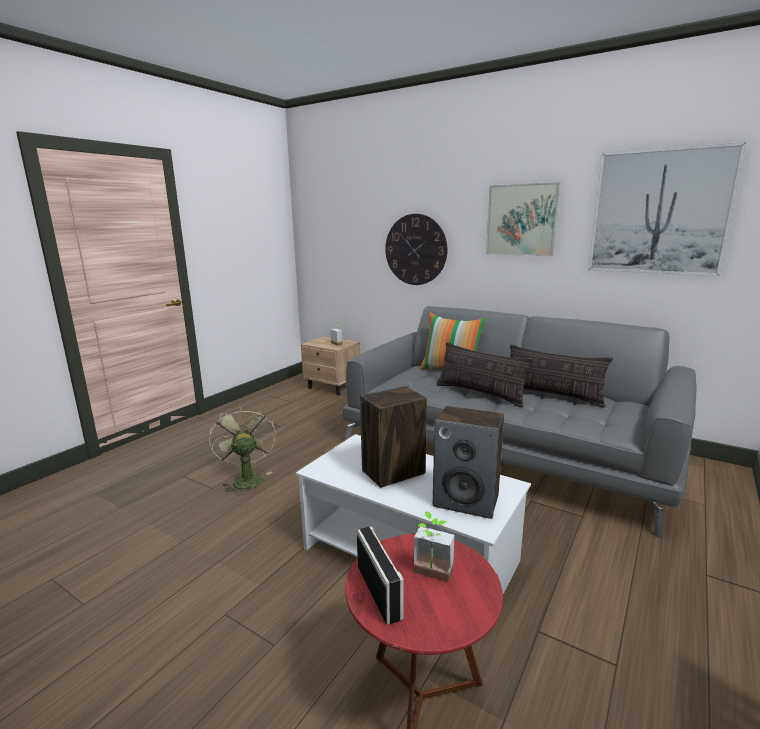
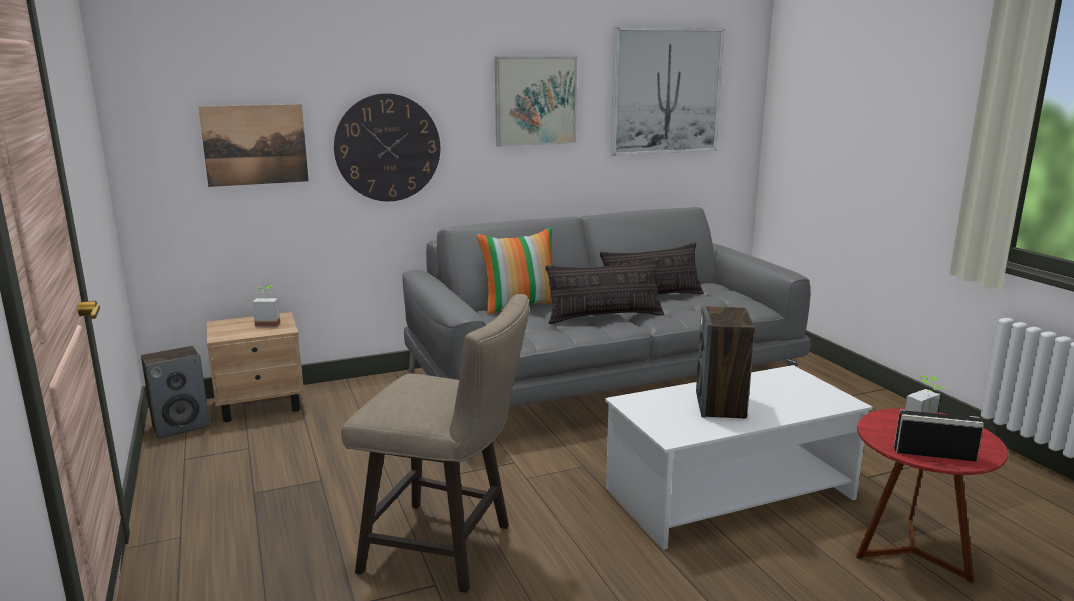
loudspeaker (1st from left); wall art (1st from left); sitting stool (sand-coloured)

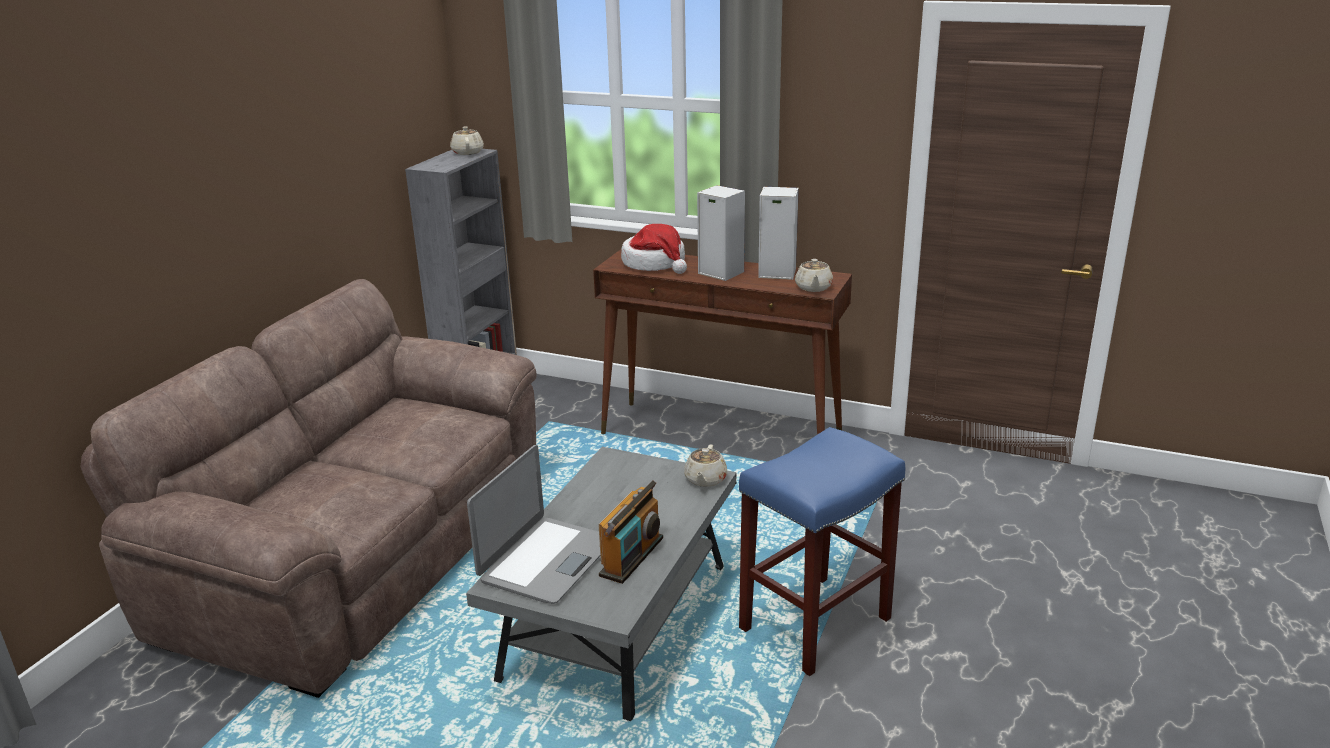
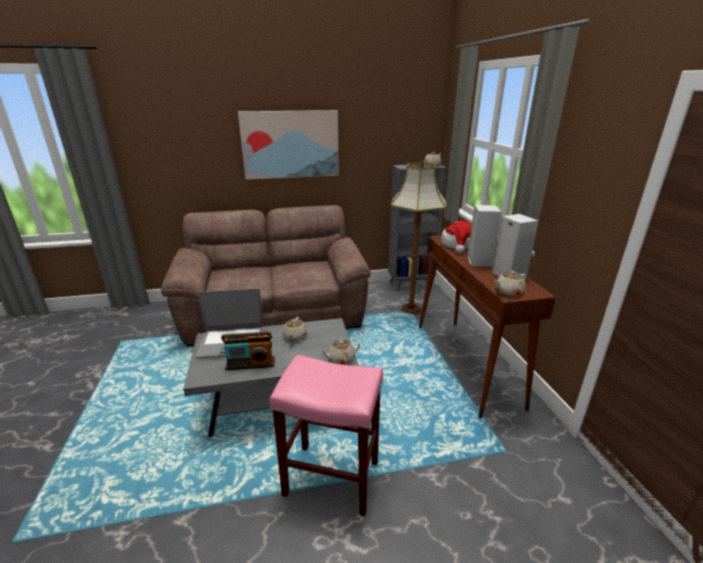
wall art; sitting stool (pink-coloured); teapot (sand-coloured) (1st from left); standard lamp

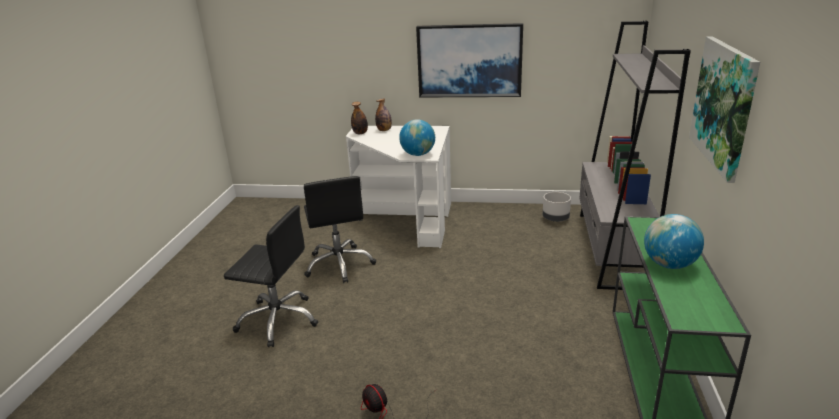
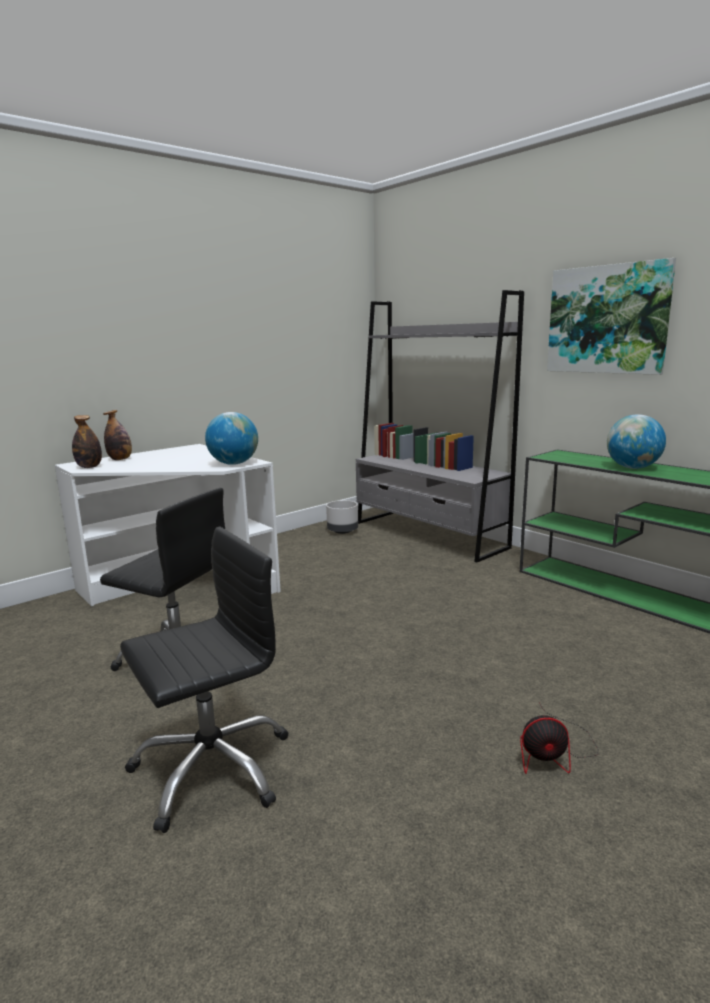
wall art (1st from left in the first image)

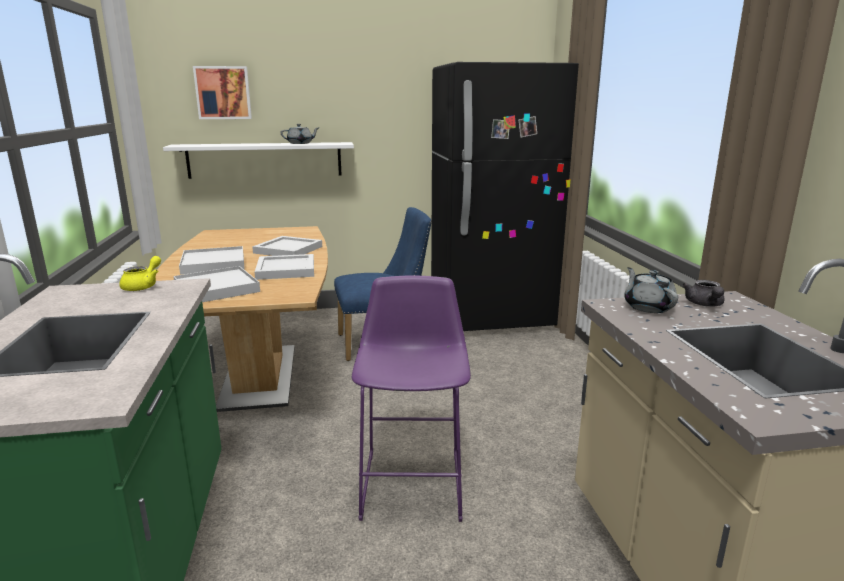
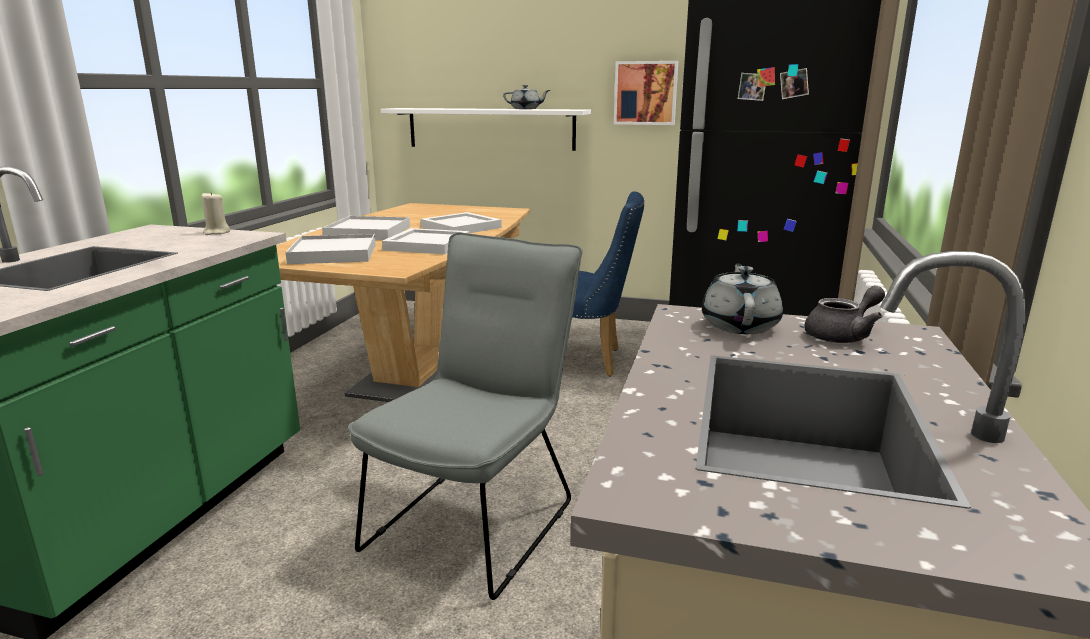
wax light (sand-coloured); plain chair (greyish); wall art; teapot (greyish) (3rd from left)

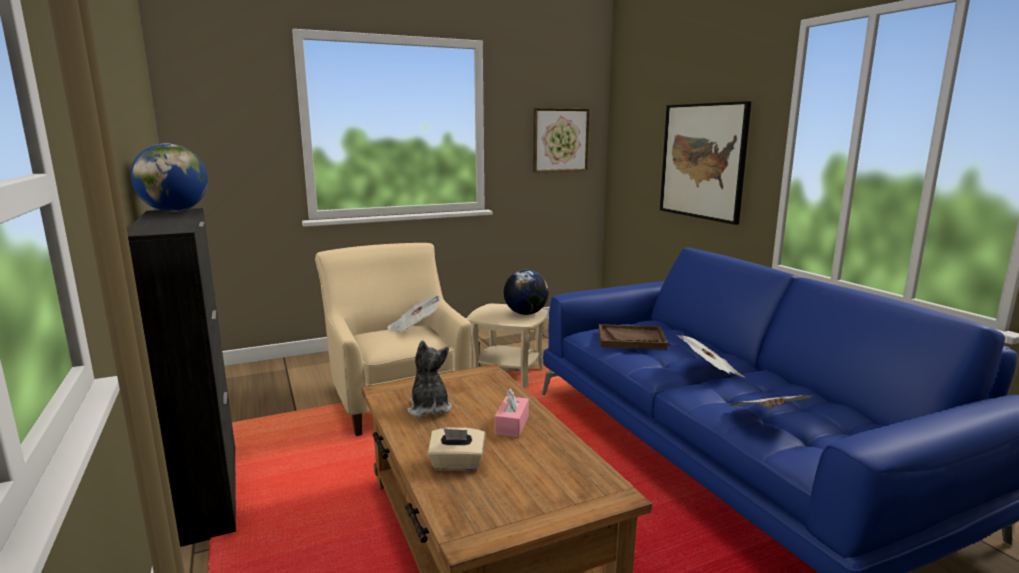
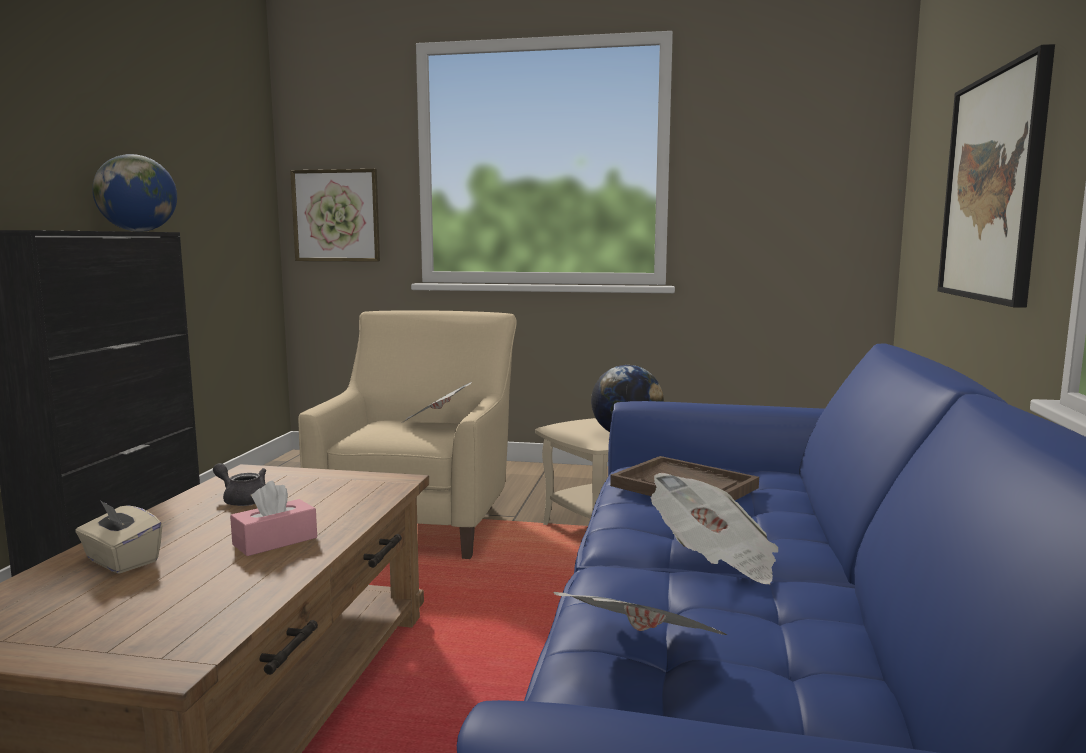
teapot (greyish); wall art (1st from left)

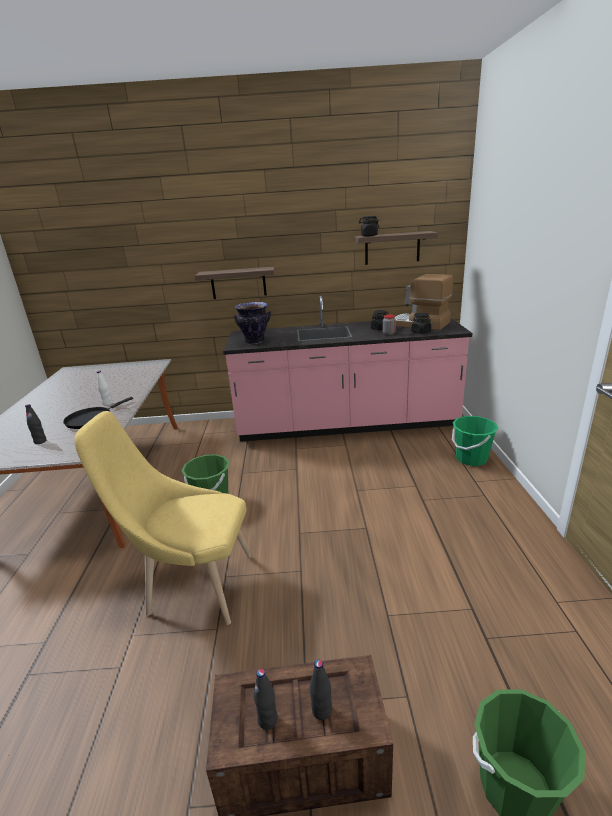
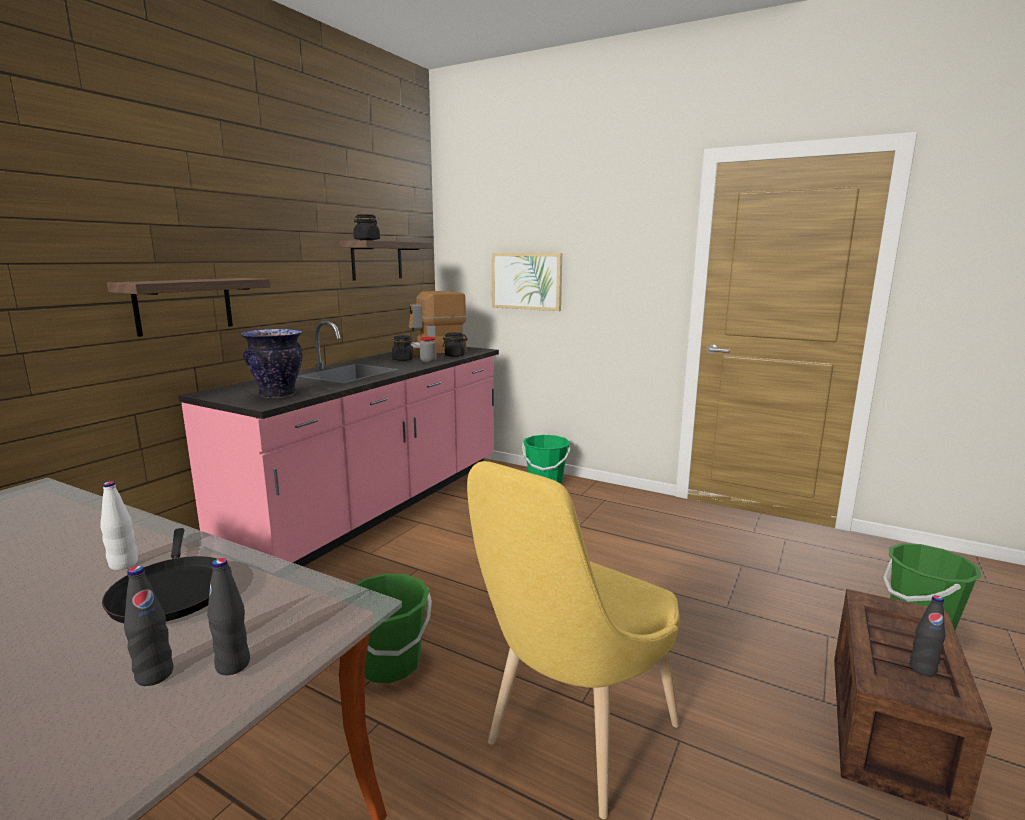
drink bottle (black-coloured) (2nd from left); wall art

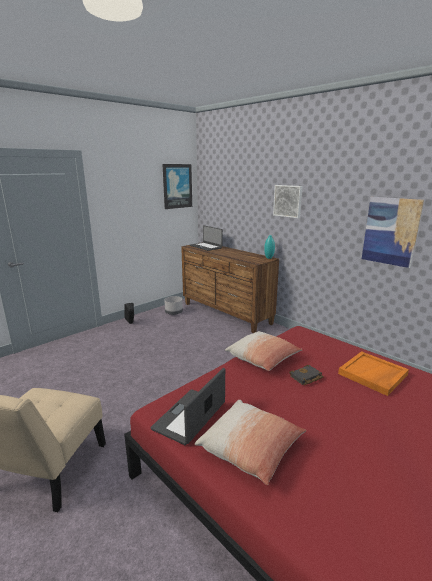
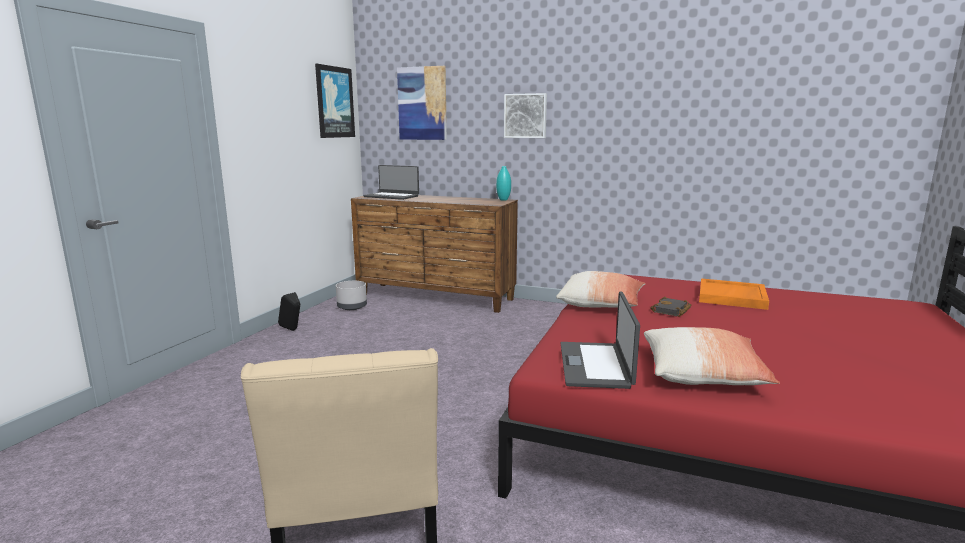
wall art (2nd from left)

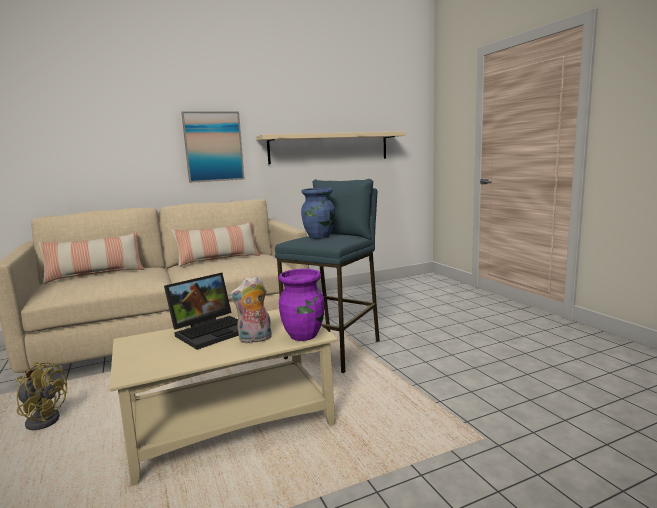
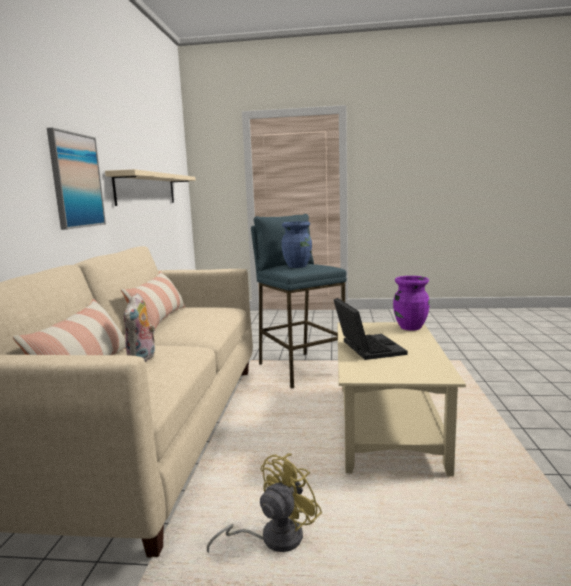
plush toy

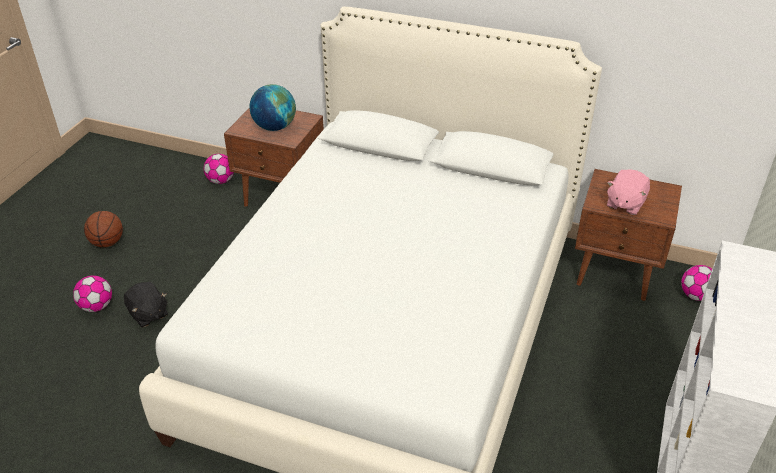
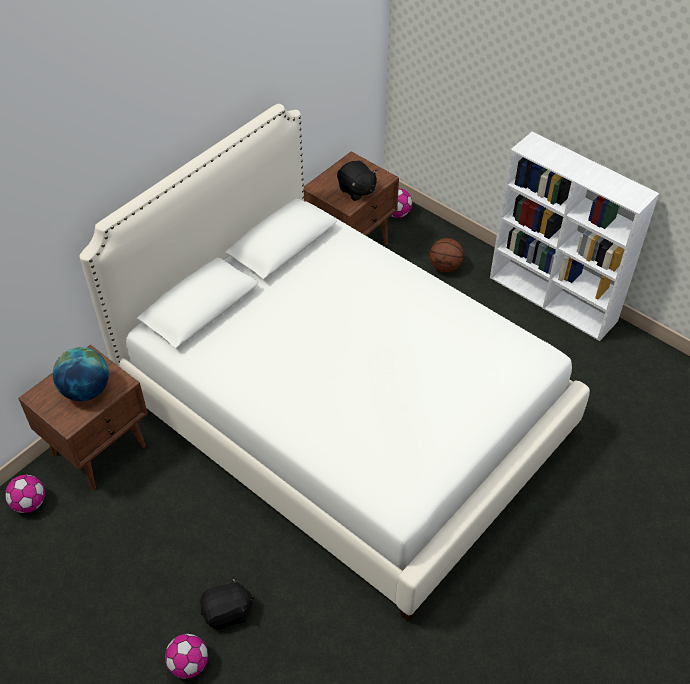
plush toy (black-coloured) (2nd from left); basketball

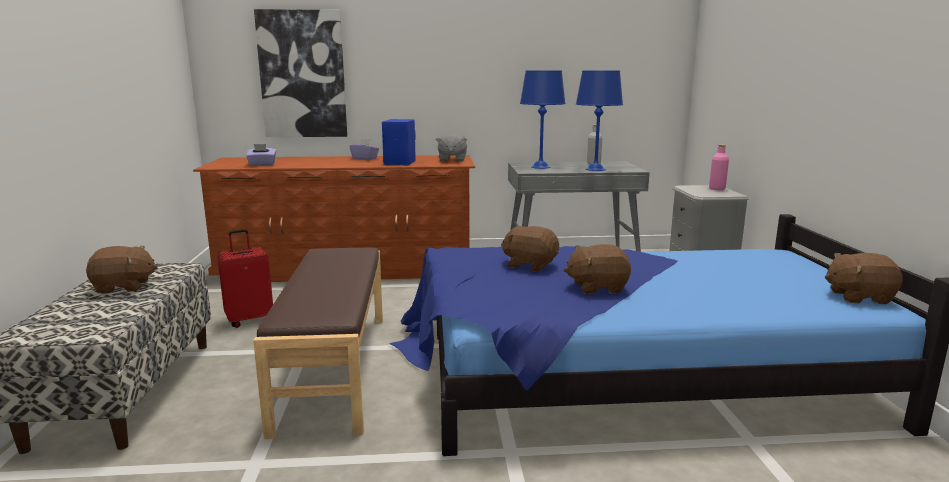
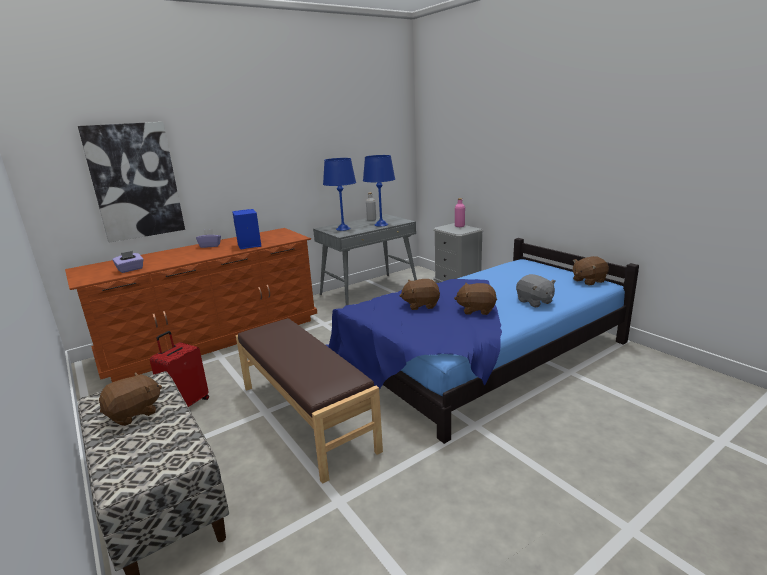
plush toy (brown) (3rd from left); plush toy (greyish)

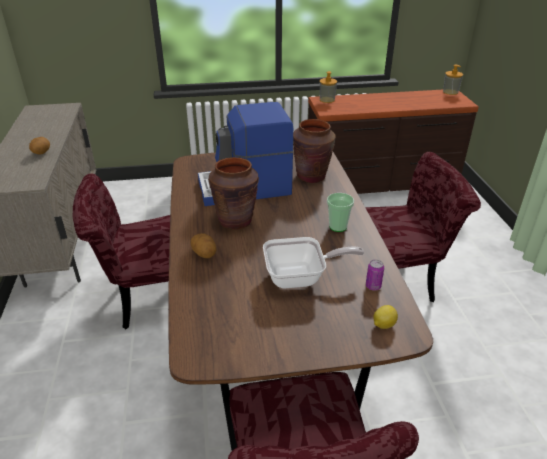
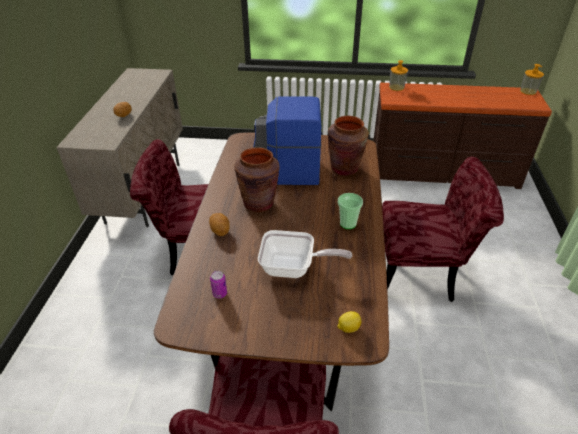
can

